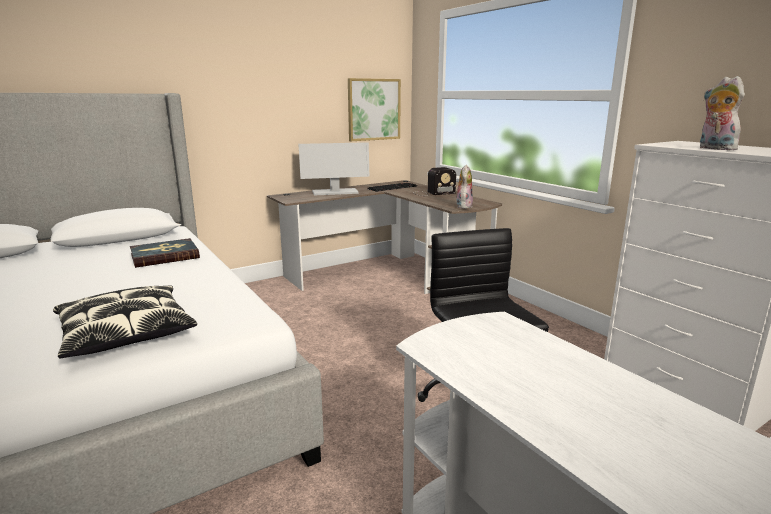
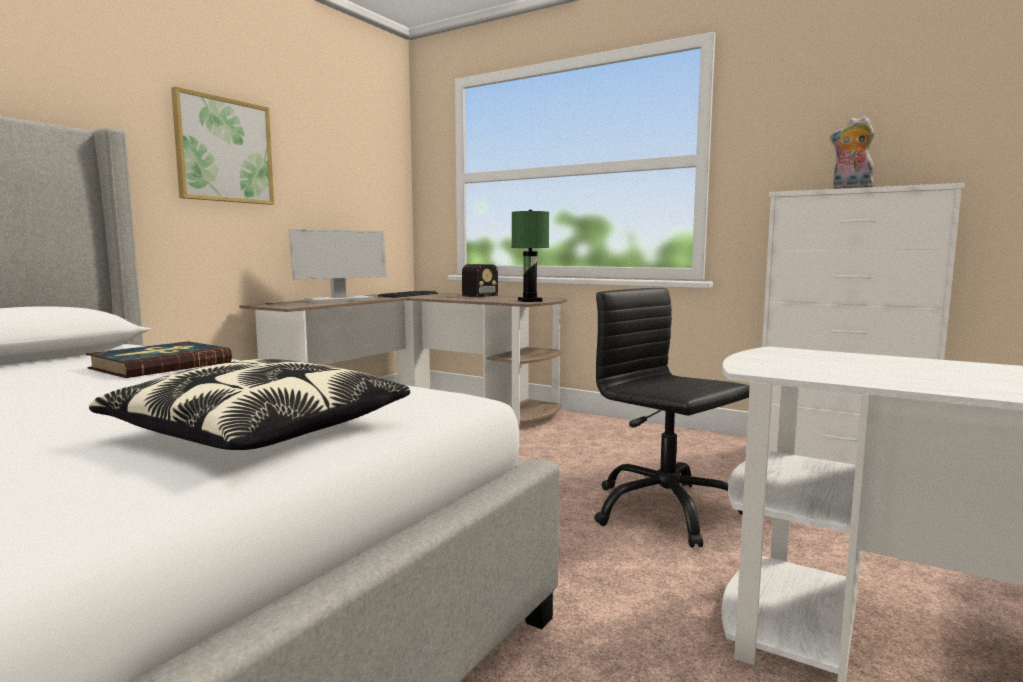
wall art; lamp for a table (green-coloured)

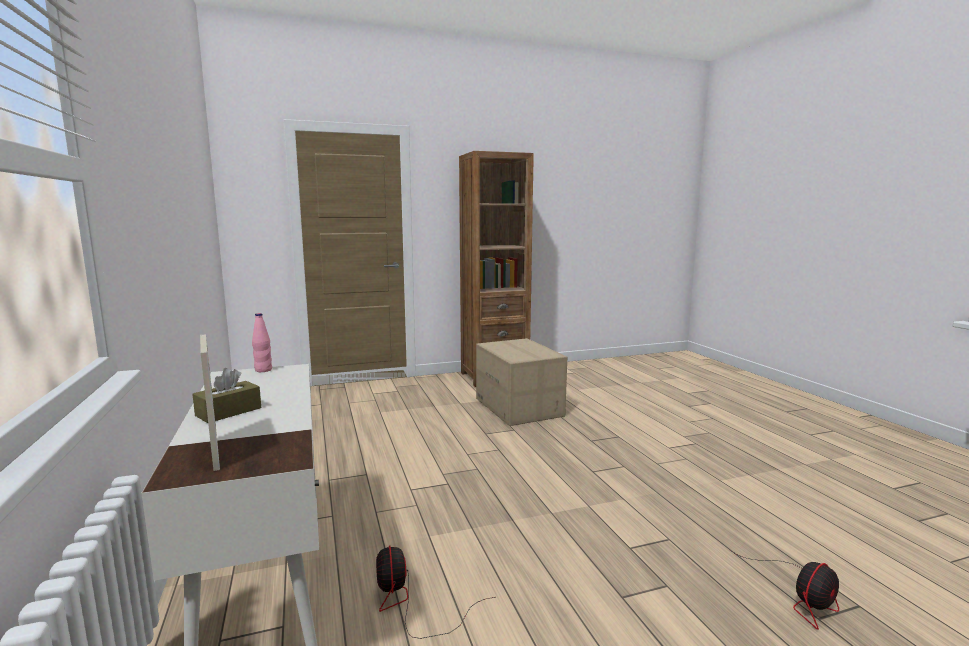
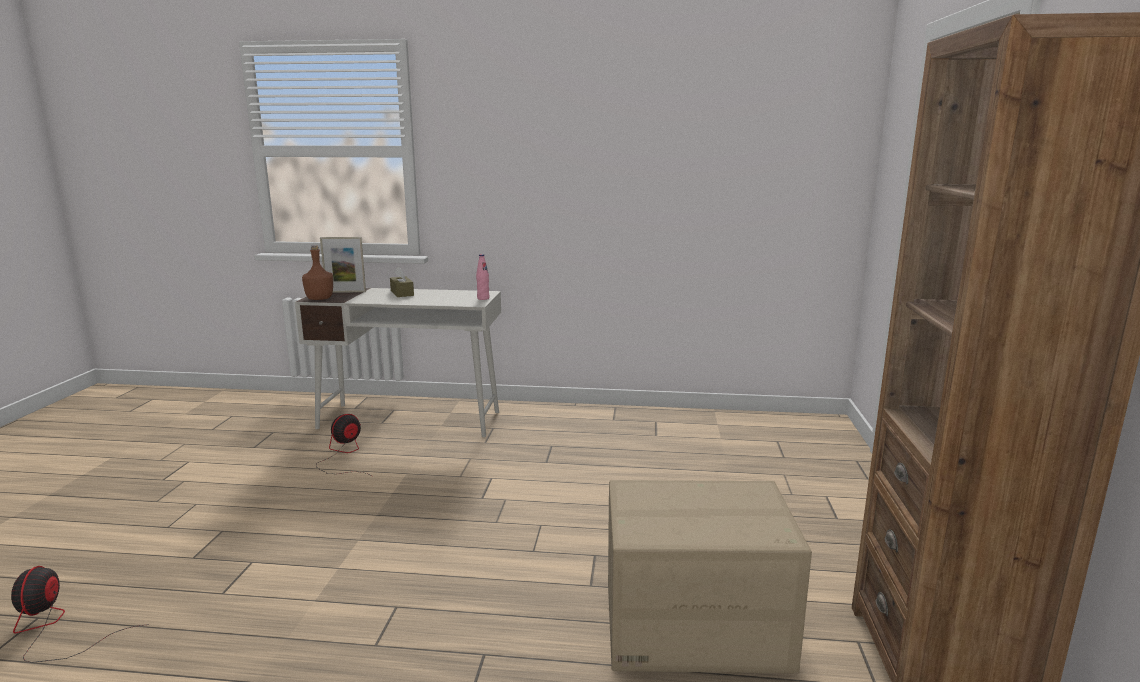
drink bottle (brown); electric fan (2nd from left)

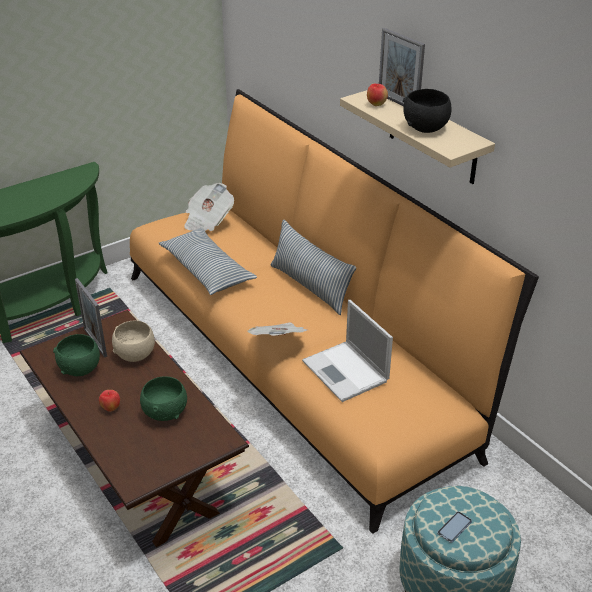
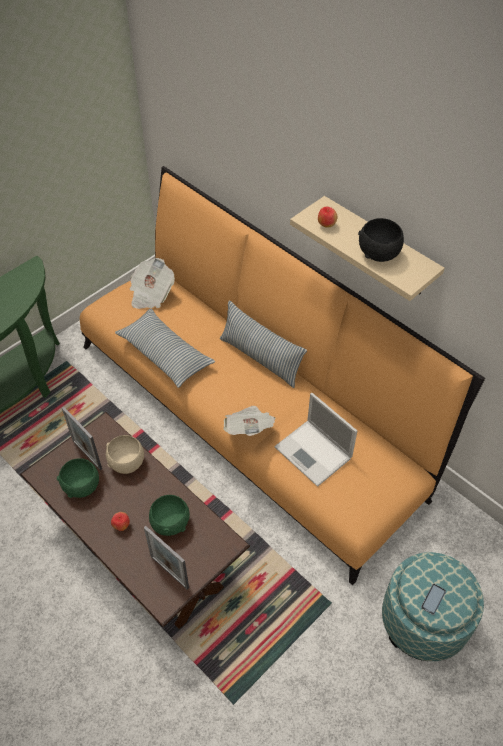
picture frame (2nd from left)

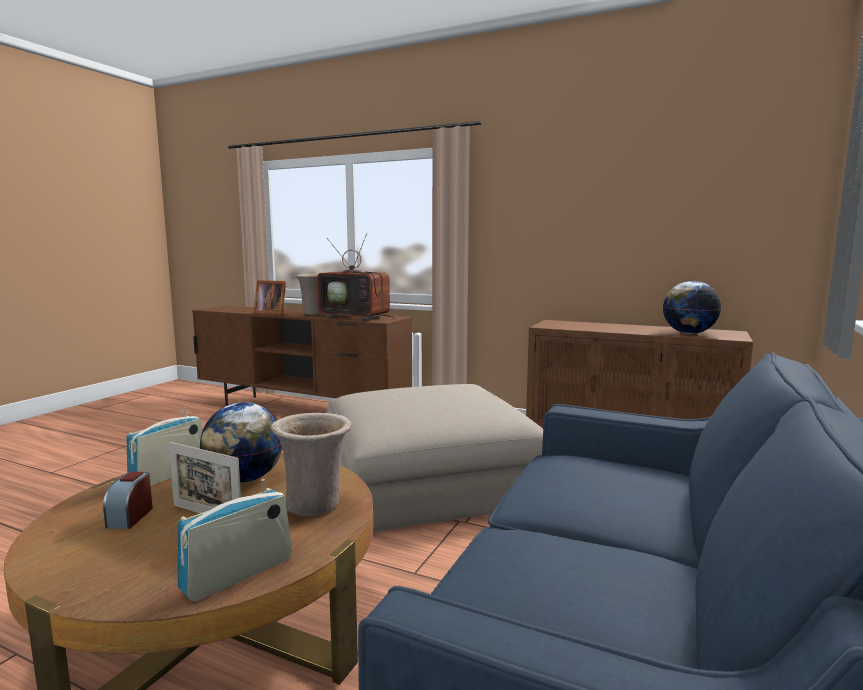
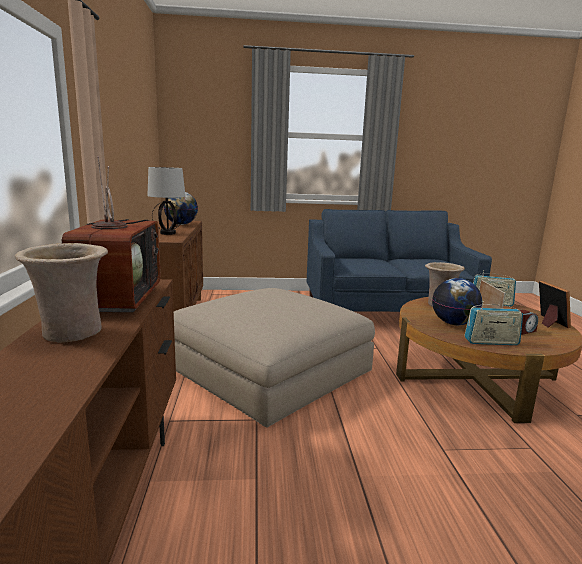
lamp for a table; picture frame (2nd from left)

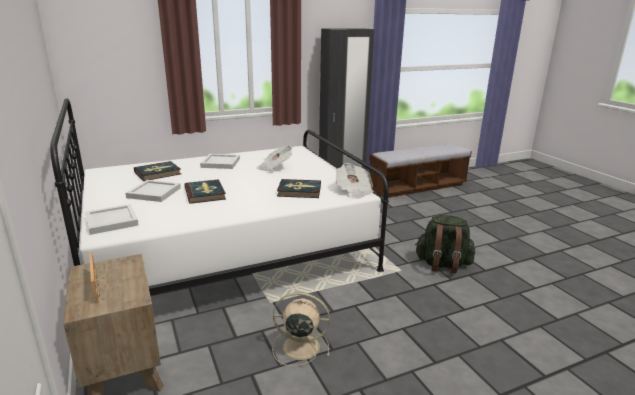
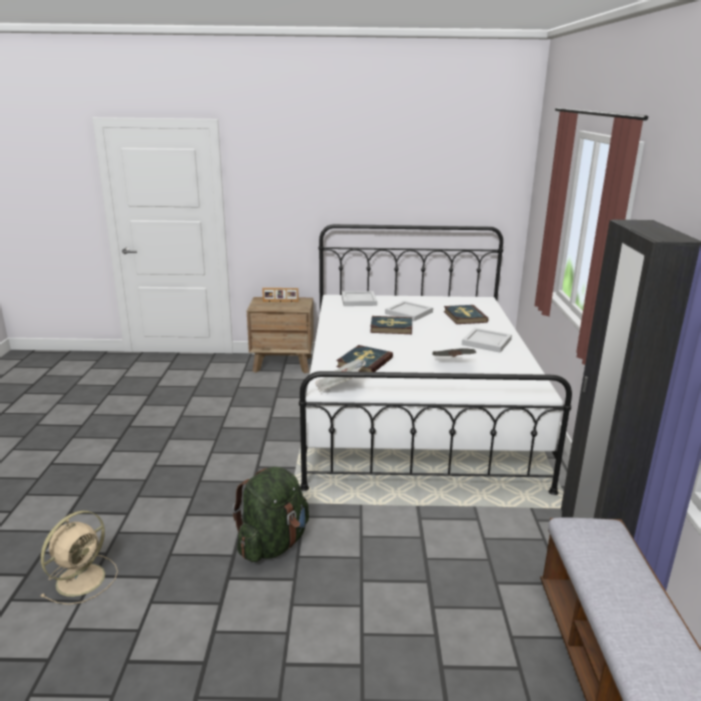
electric fan (sand-coloured)

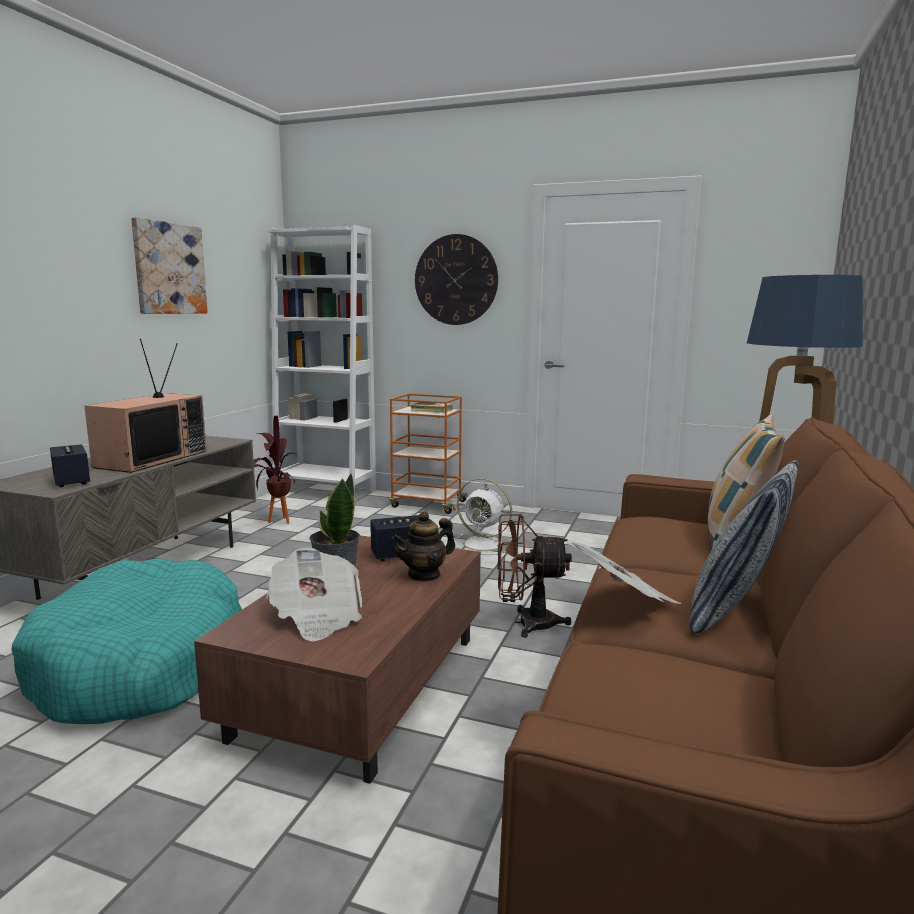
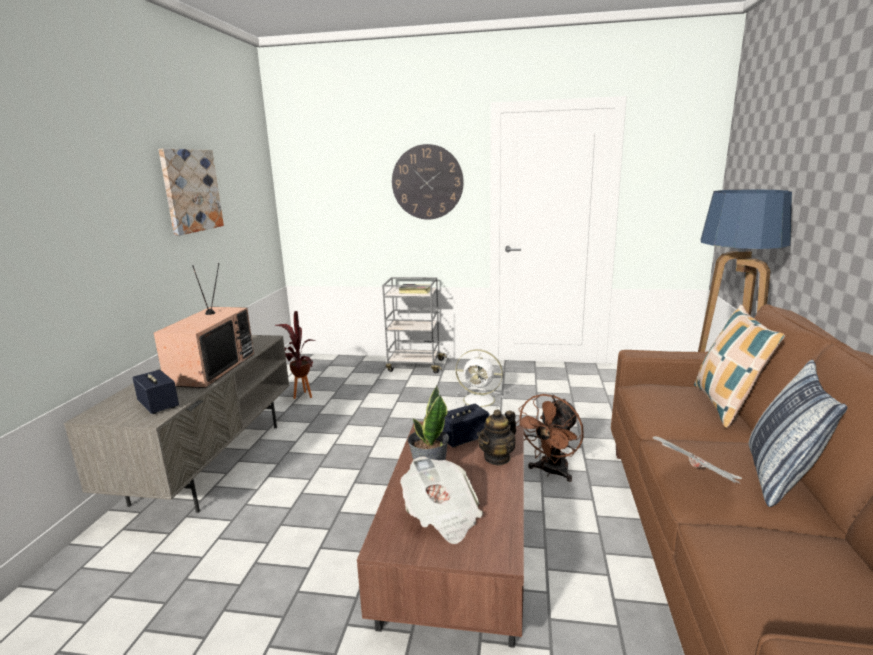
cart (greyish); electric fan (brown); dog bed (turquoise); bookcase (white)

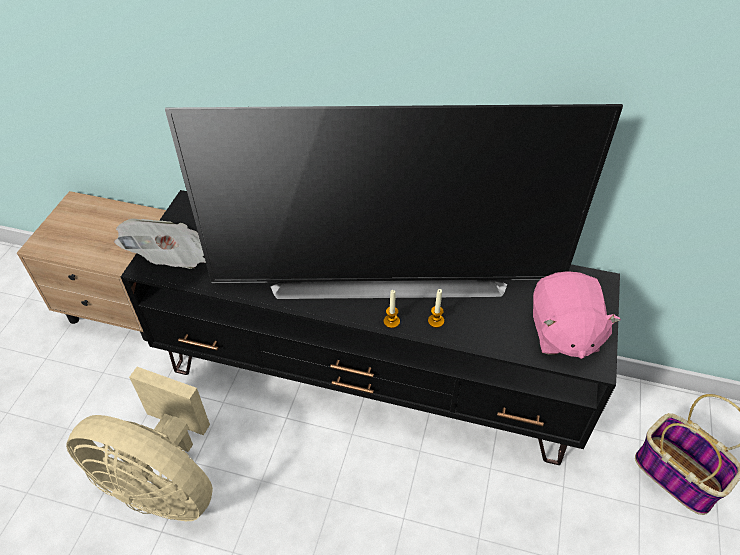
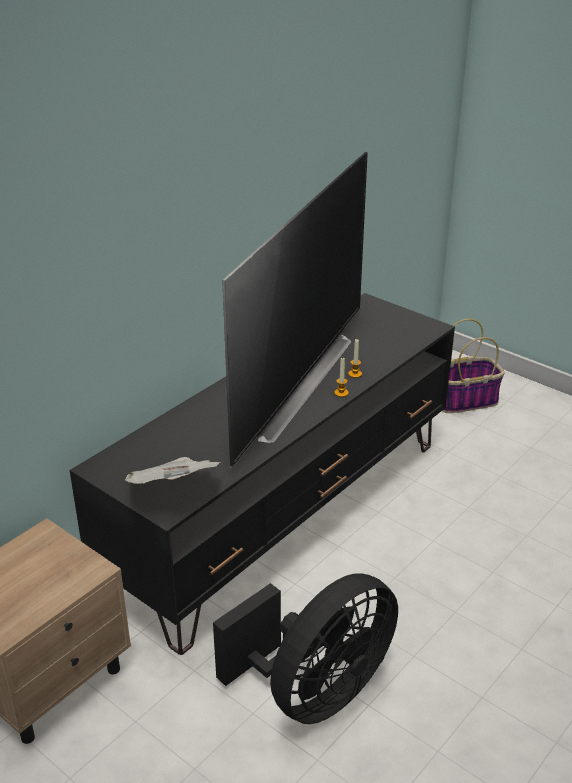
electric fan (black-coloured); plush toy (pink-coloured)

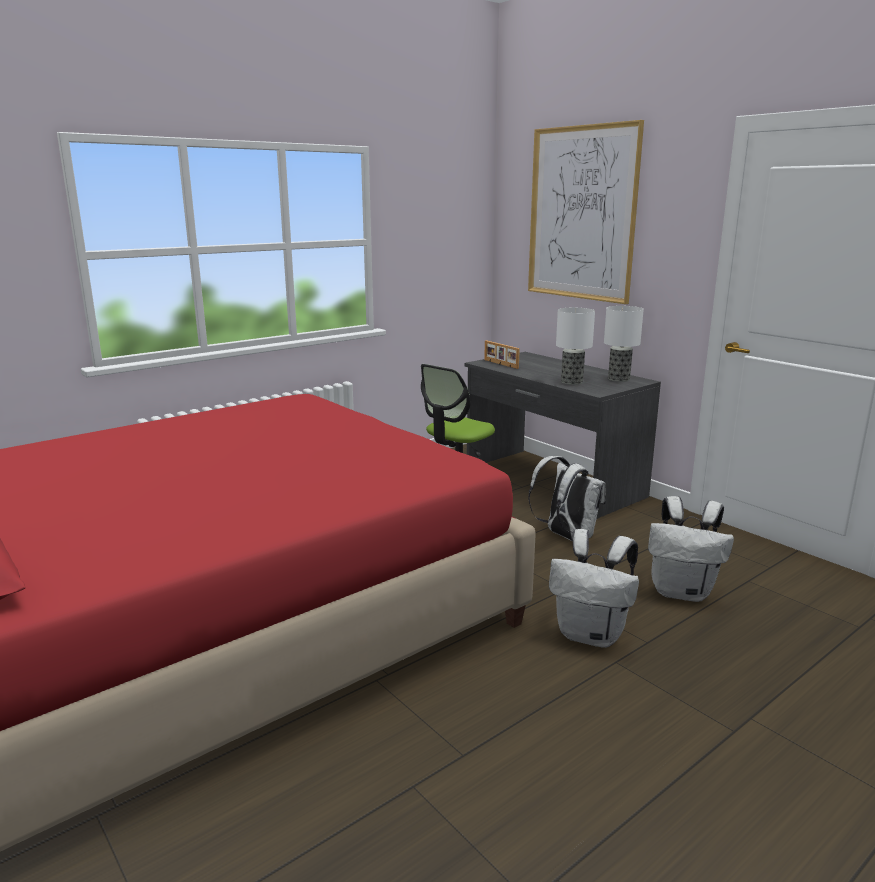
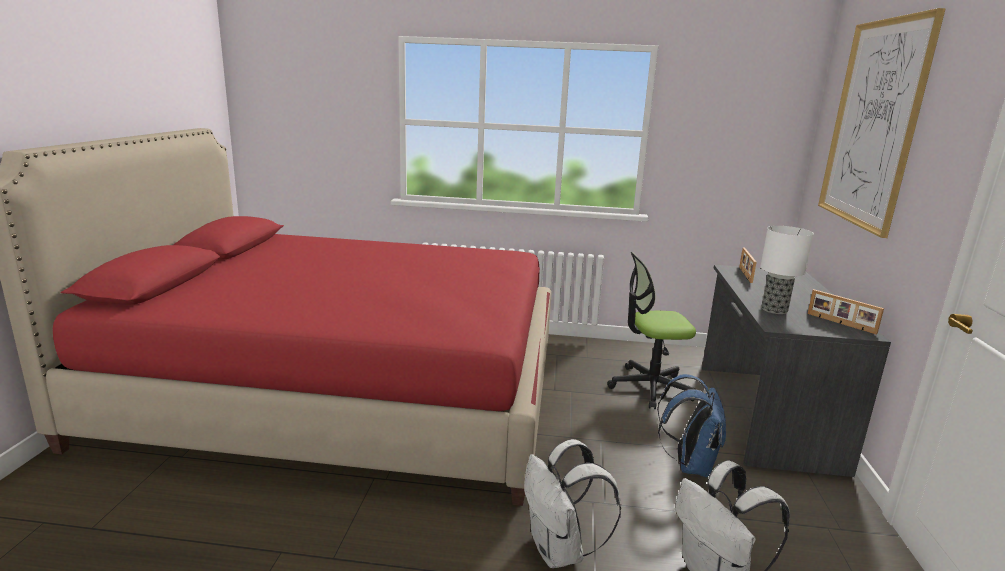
backpack (blue-coloured); picture frame (2nd from left)

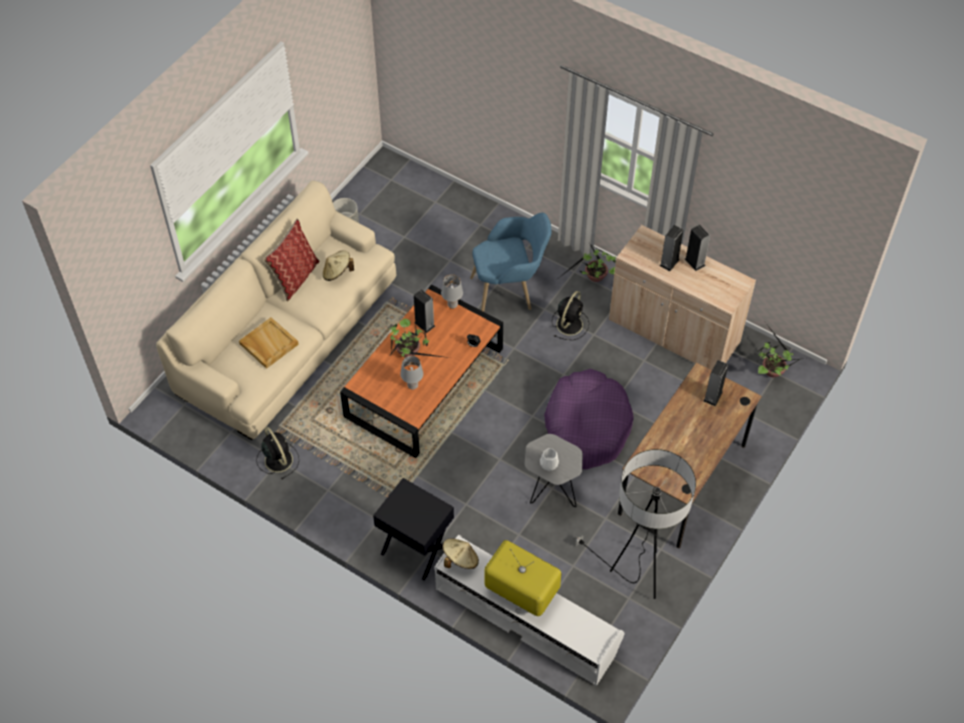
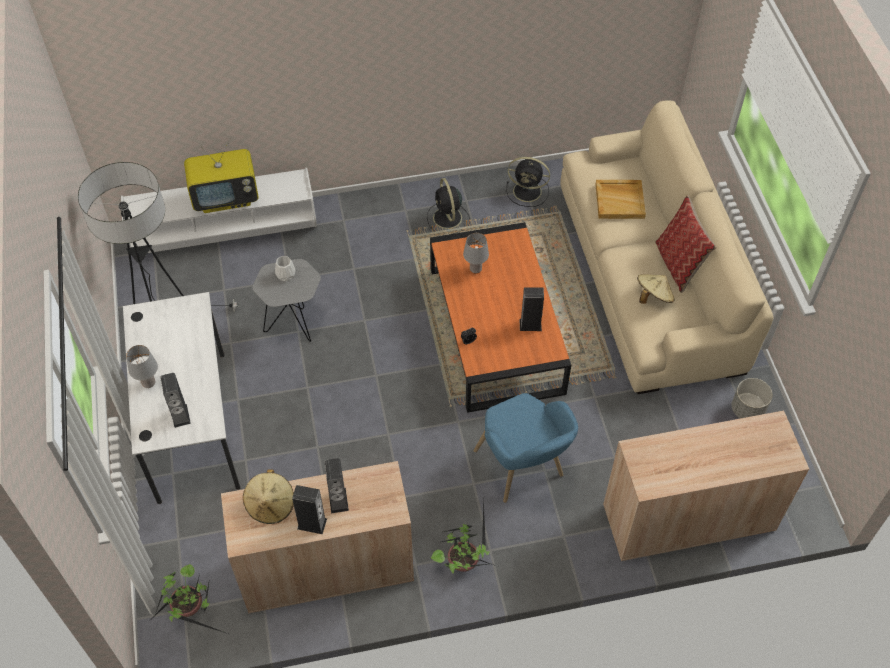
desk (white); lamp for a table (greyish) (1st from left); hat (sand-coloured) (1st from left); electric fan (black-coloured) (1st from left); lounge chair (blue-coloured); cupboard (sand-coloured) (2nd from left); night table (black-coloured); plant in a pot (1st from left in the first image); dog bed (purplish)

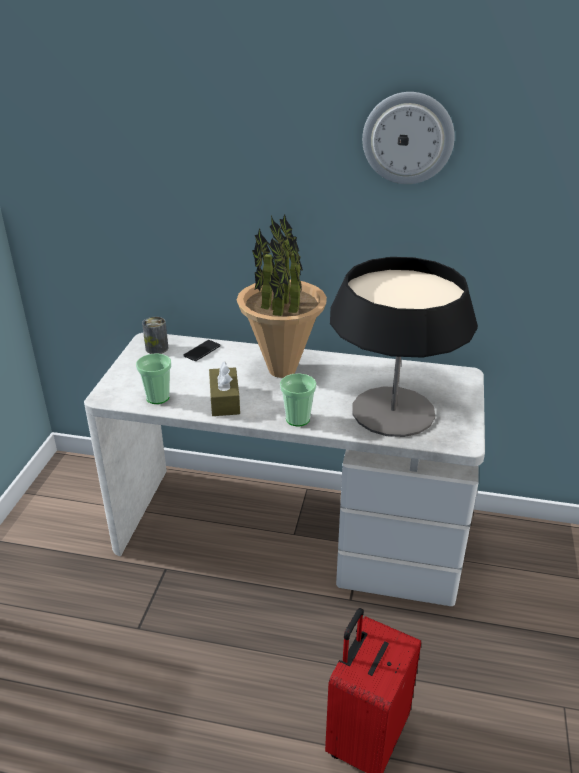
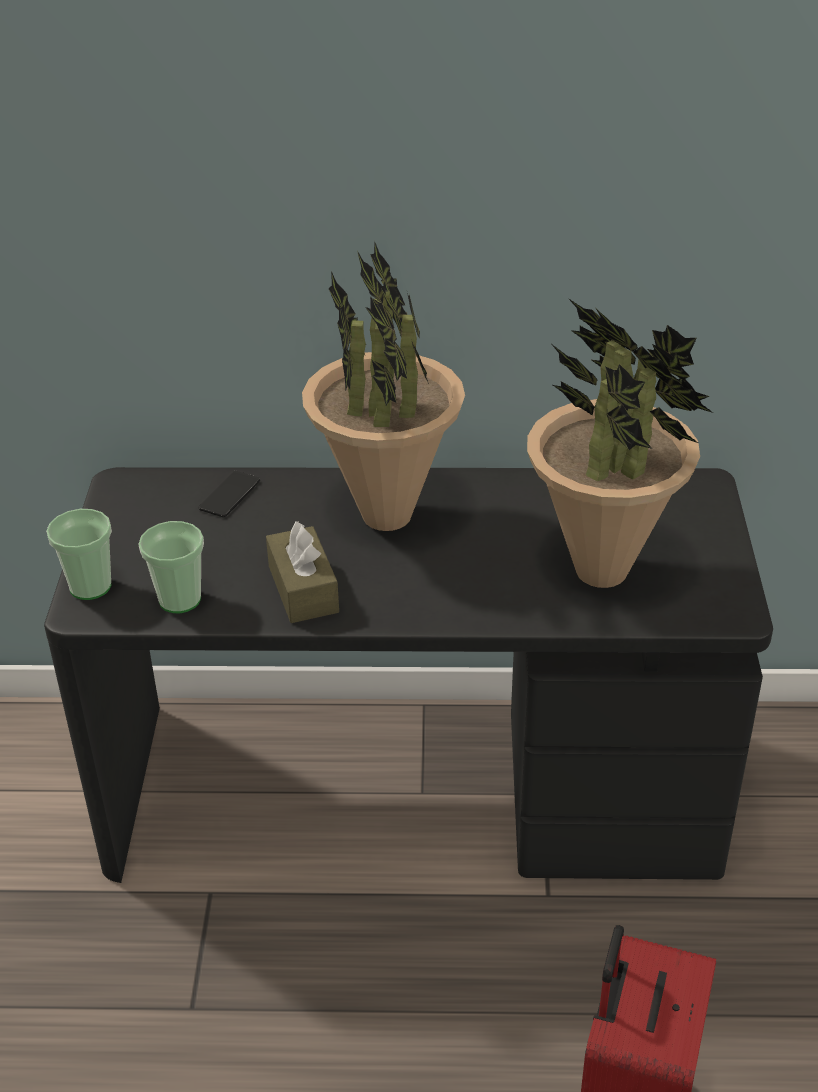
desk (black-coloured); small cup (1st from left); plant in a pot (2nd from left); can; clock on the wall

